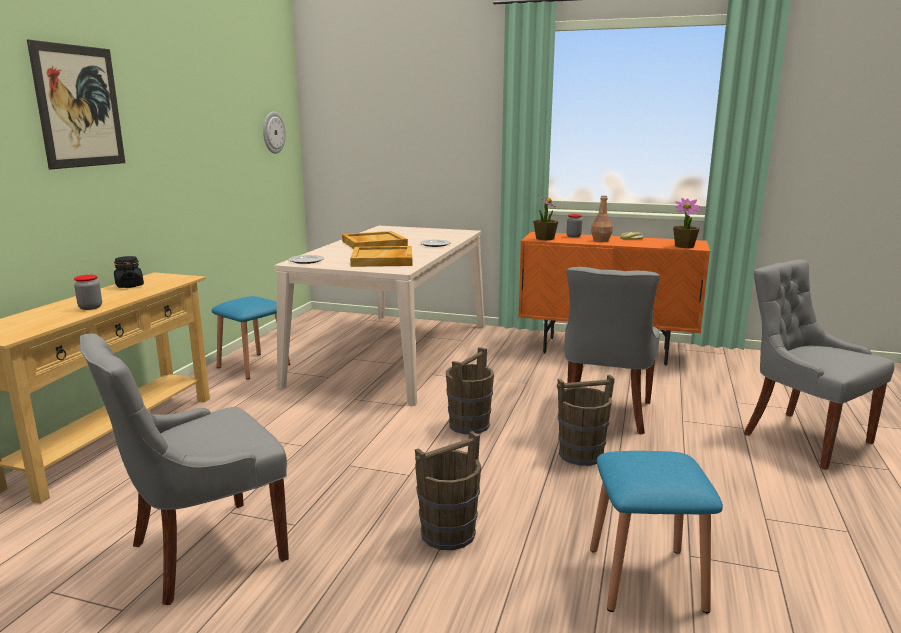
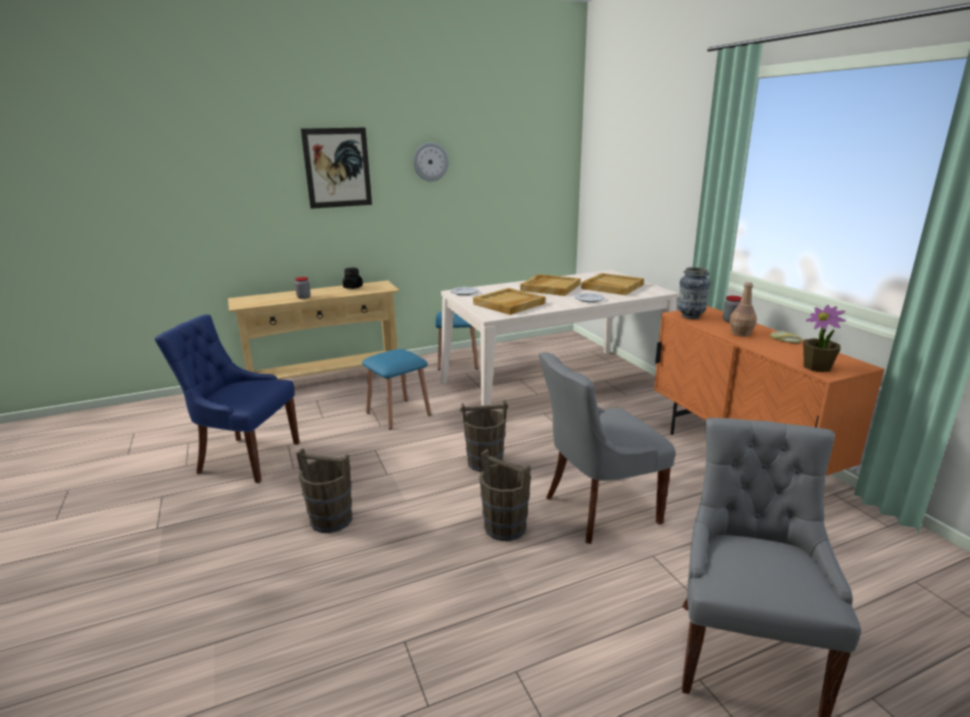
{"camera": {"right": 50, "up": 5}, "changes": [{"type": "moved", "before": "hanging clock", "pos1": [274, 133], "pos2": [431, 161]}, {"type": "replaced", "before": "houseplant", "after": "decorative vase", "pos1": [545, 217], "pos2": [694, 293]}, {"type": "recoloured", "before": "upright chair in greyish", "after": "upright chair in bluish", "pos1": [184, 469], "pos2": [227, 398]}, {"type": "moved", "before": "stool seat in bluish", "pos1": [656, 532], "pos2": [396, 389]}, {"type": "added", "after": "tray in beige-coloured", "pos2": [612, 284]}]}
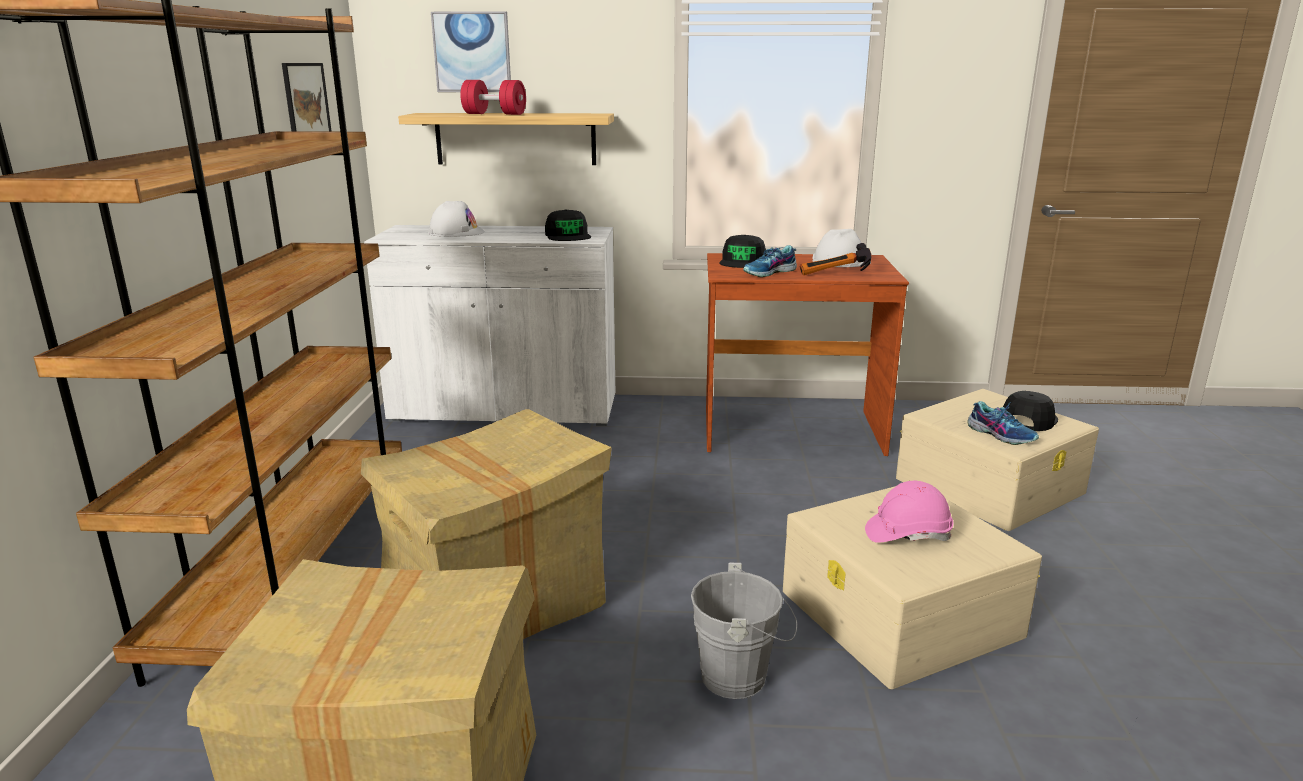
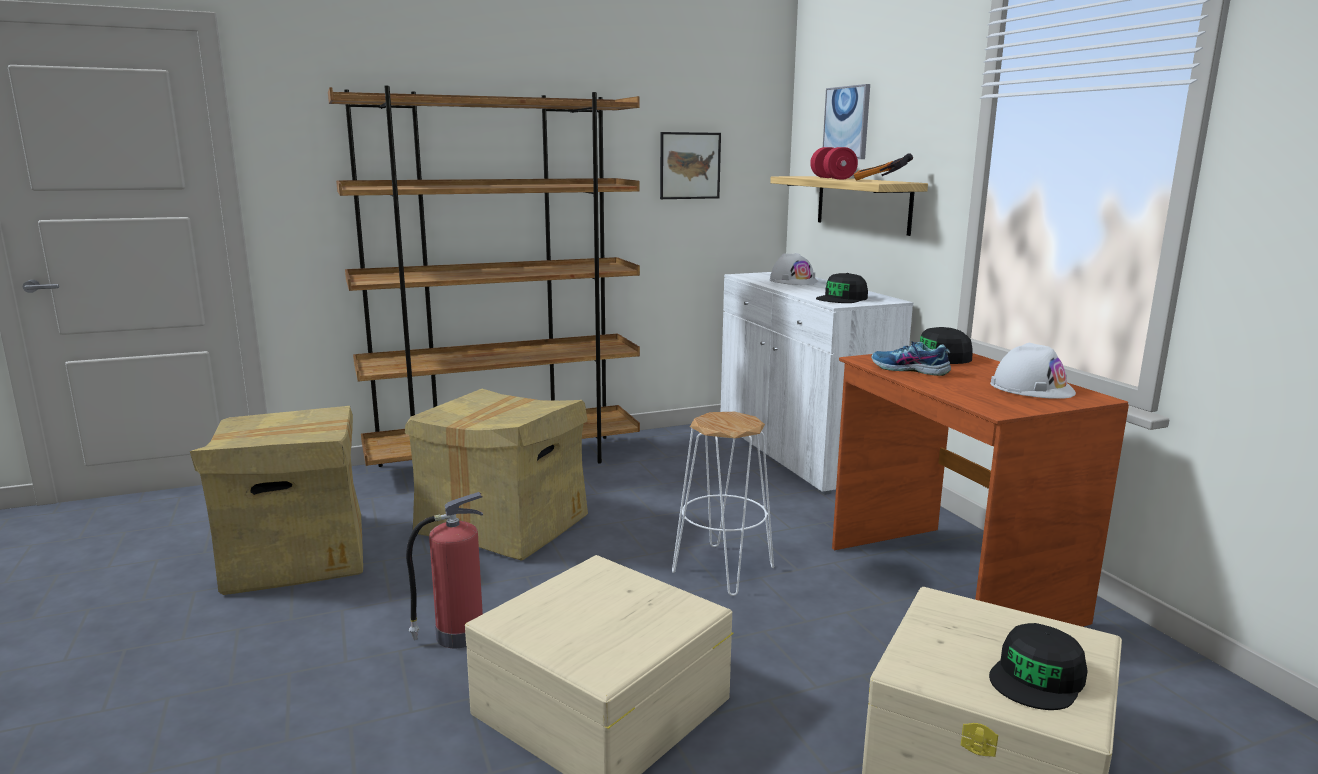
{"camera": {"right": 65, "up": -5}, "changes": [{"type": "moved", "before": "tool hammer", "pos1": [835, 259], "pos2": [883, 167]}, {"type": "turned", "before": "baseball cap in blackish", "pos1": [1030, 411], "pos2": [1038, 666], "turn": 120}, {"type": "removed", "before": "shoe", "pos1": [1003, 423]}, {"type": "removed", "before": "safety helmet in pink-coloured", "pos1": [909, 512]}, {"type": "replaced", "before": "pail in greyish", "after": "fire extinguisher", "pos1": [744, 631], "pos2": [444, 570]}, {"type": "added", "after": "stool seat in white-coloured", "pos2": [723, 504]}]}
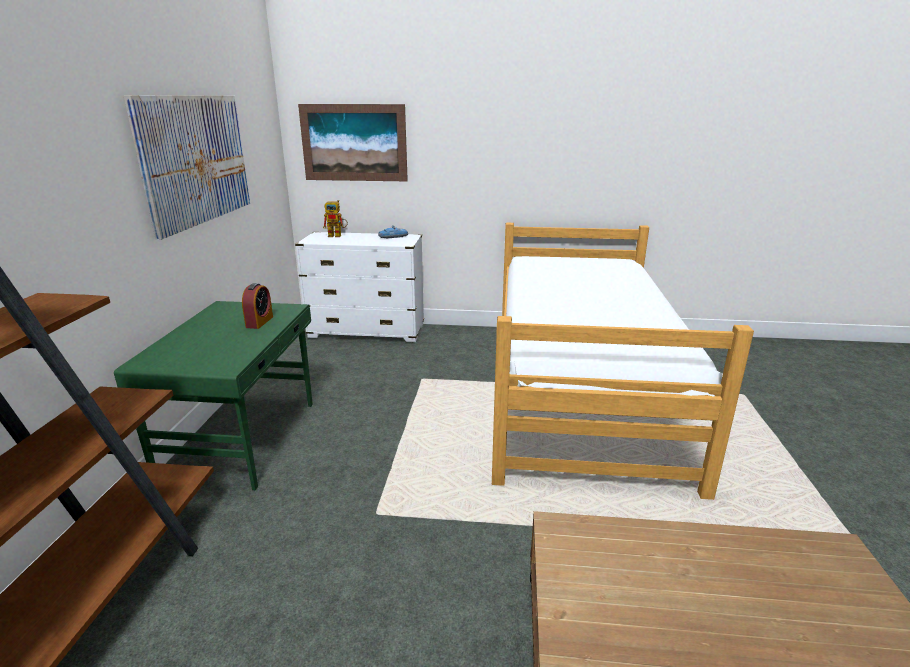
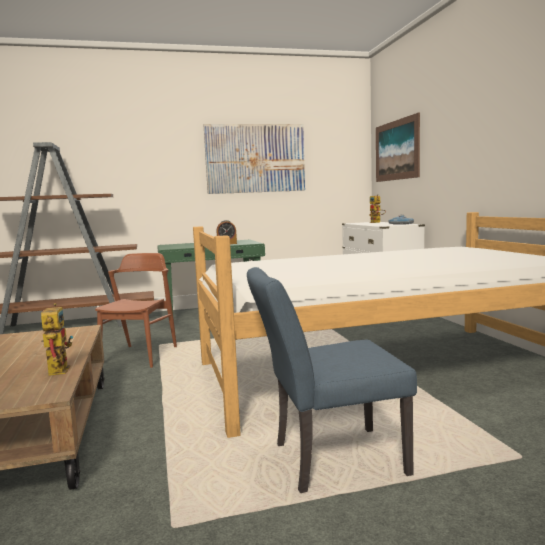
{"camera": {"right": 70, "up": -15}, "changes": [{"type": "added", "after": "upright chair in brown-coloured", "pos2": [136, 310]}, {"type": "added", "after": "upright chair in bluish", "pos2": [332, 380]}, {"type": "added", "after": "robot figure", "pos2": [57, 339]}]}
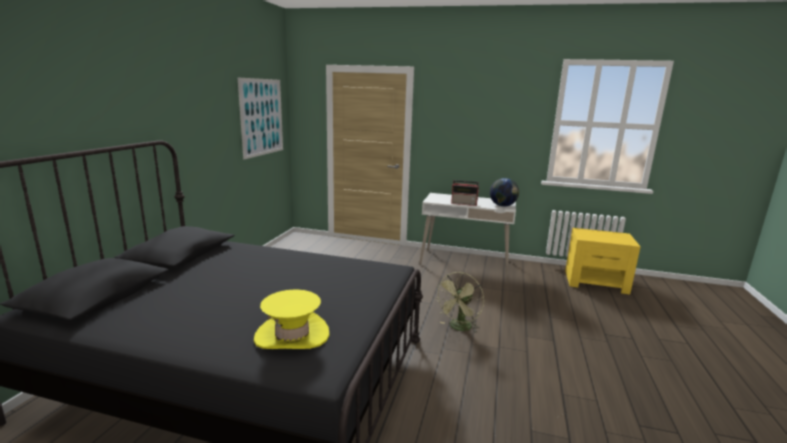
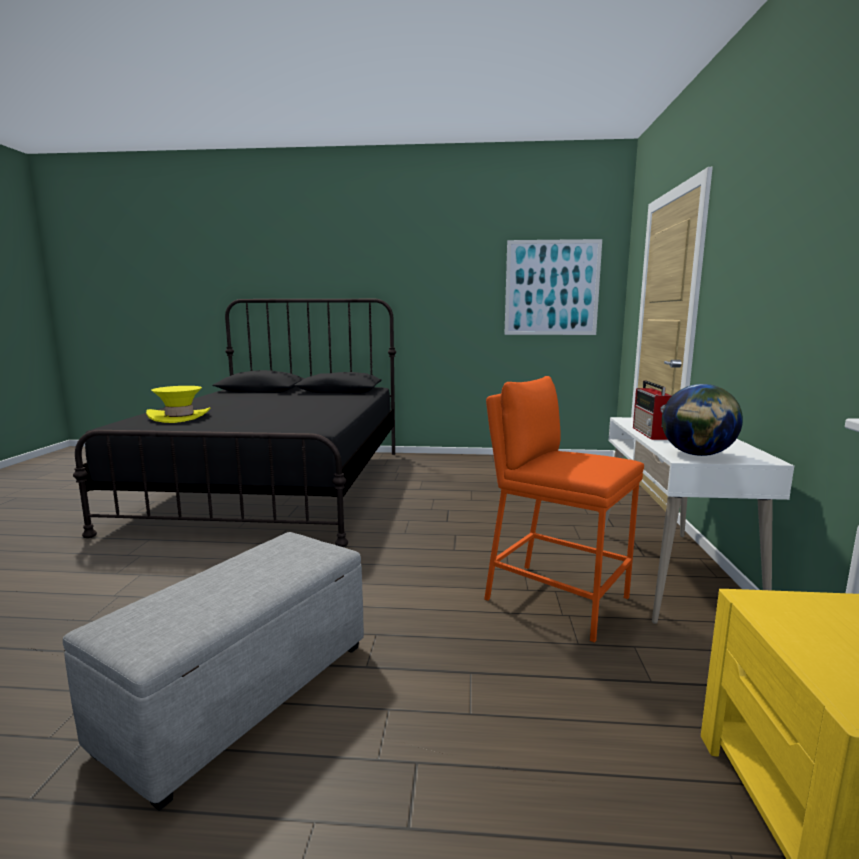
{"camera": {"right": 80, "up": -5}, "changes": [{"type": "removed", "before": "electric fan in green-coloured", "pos1": [459, 302]}, {"type": "added", "after": "stool seat in orange", "pos2": [564, 509]}, {"type": "added", "after": "ottoman in greyish", "pos2": [213, 671]}]}
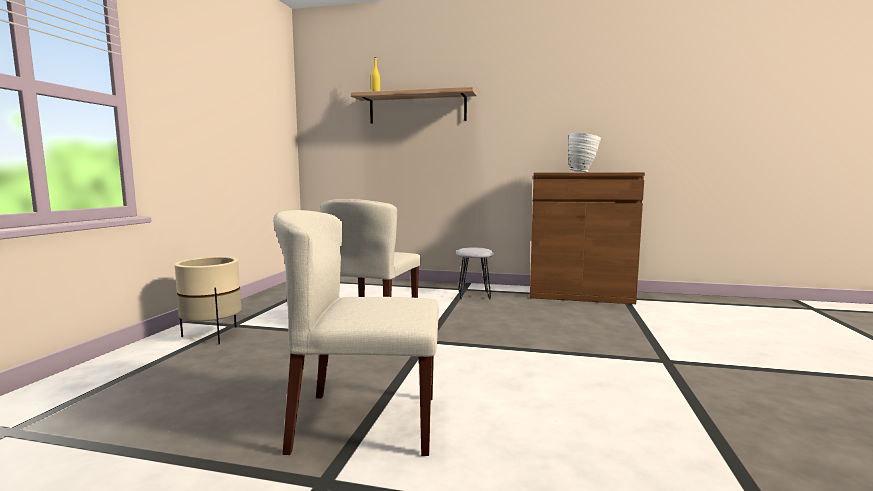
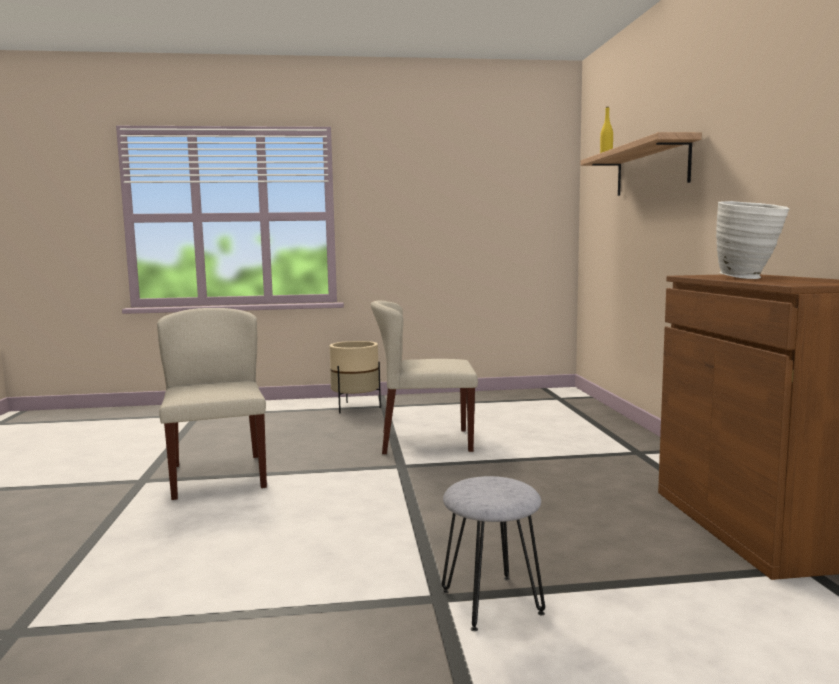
{"camera": {"right": 70, "up": 0}, "changes": [{"type": "moved", "before": "stool seat in greyish", "pos1": [475, 273], "pos2": [493, 553]}]}
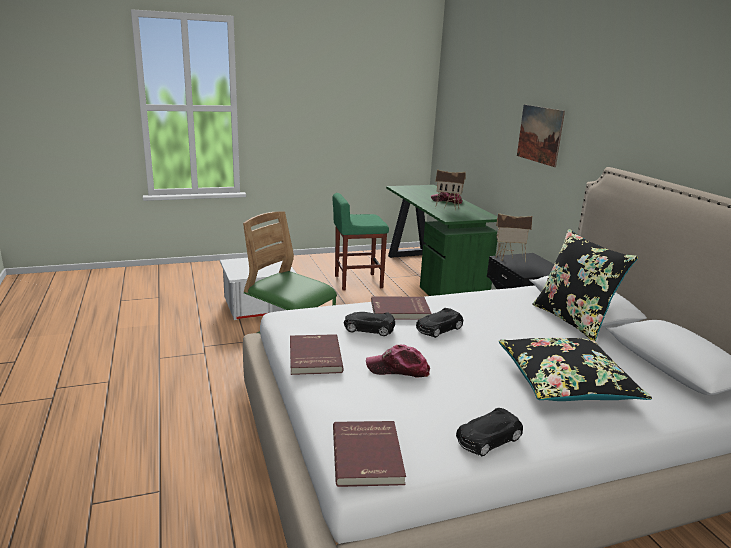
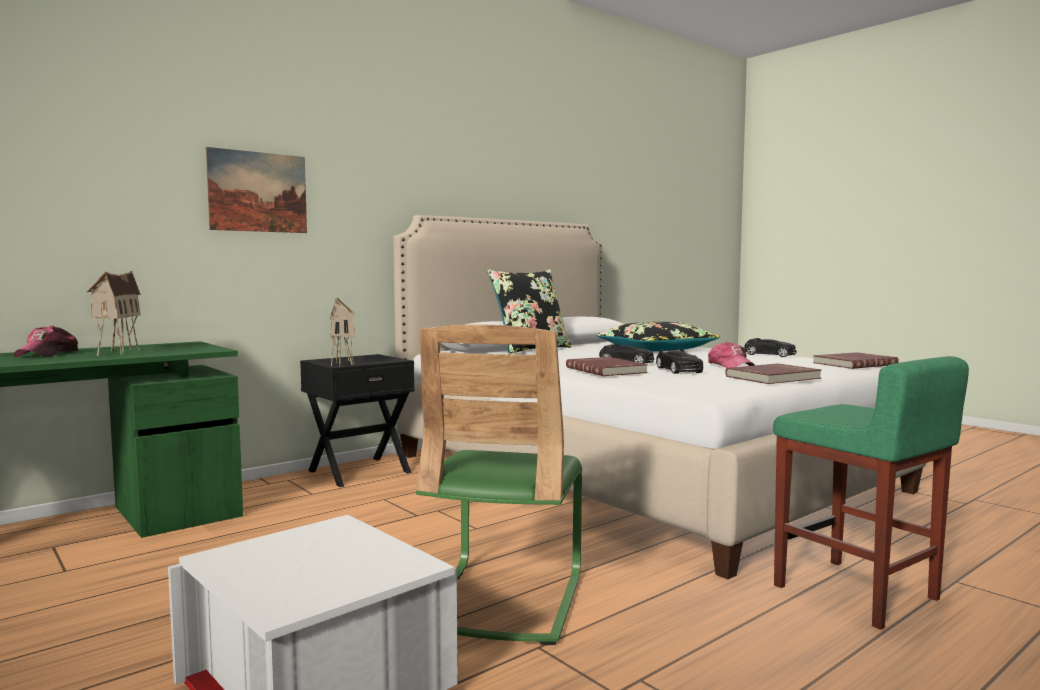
{"camera": {"right": -110, "up": -15}, "changes": [{"type": "moved", "before": "stool seat in green-coloured", "pos1": [361, 241], "pos2": [871, 493]}]}
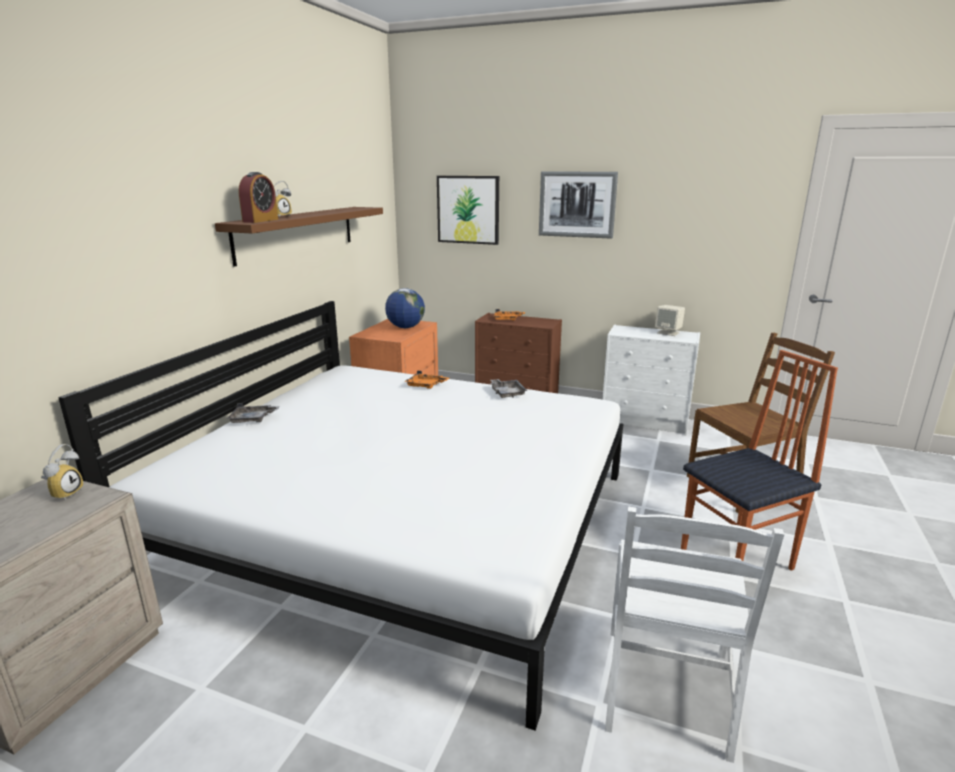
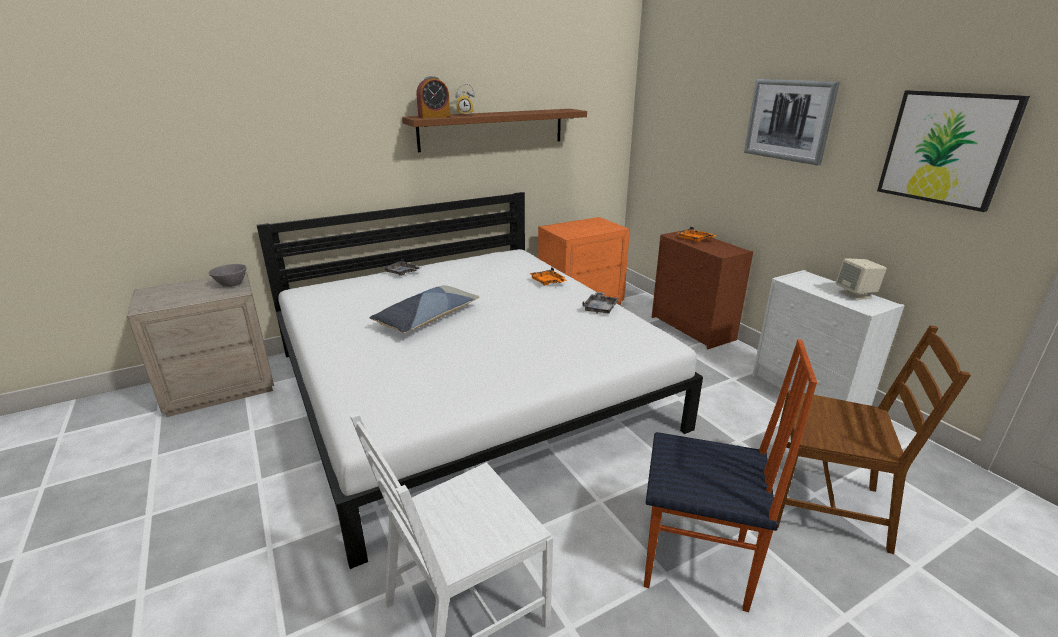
{"camera": {"right": 40, "up": 5}, "changes": [{"type": "moved", "before": "wall art", "pos1": [468, 210], "pos2": [953, 151]}, {"type": "removed", "before": "desk globe", "pos1": [405, 308]}, {"type": "replaced", "before": "bedside clock", "after": "serving bowl in greyish", "pos1": [62, 472], "pos2": [228, 275]}, {"type": "added", "after": "cushion", "pos2": [424, 309]}]}
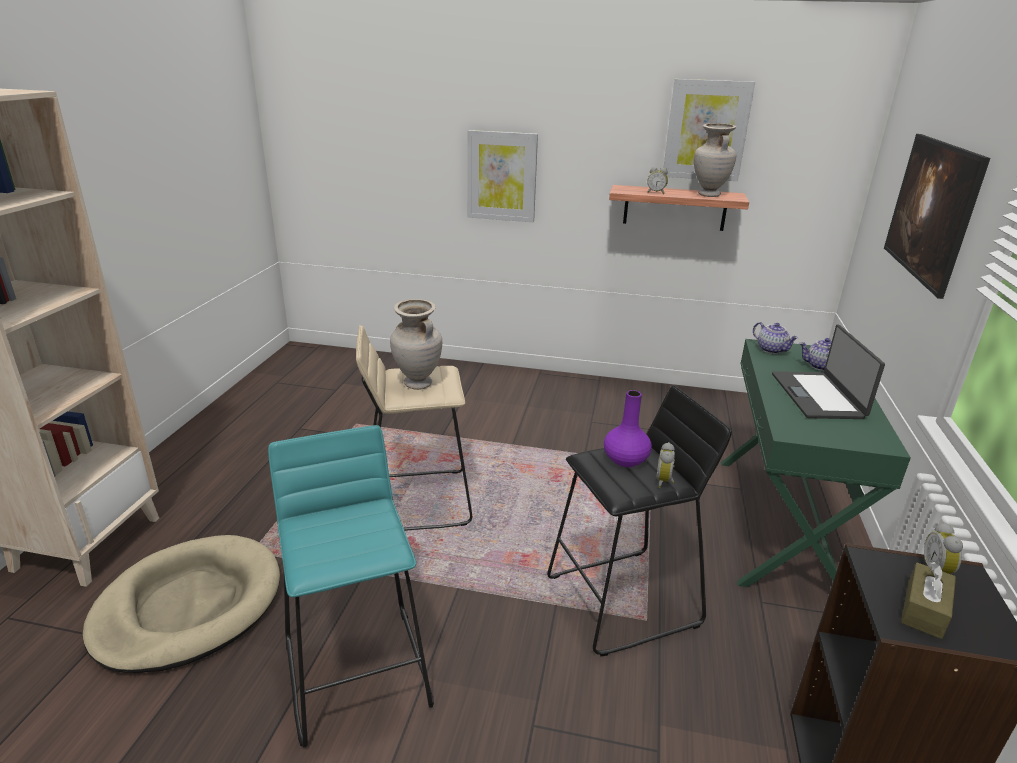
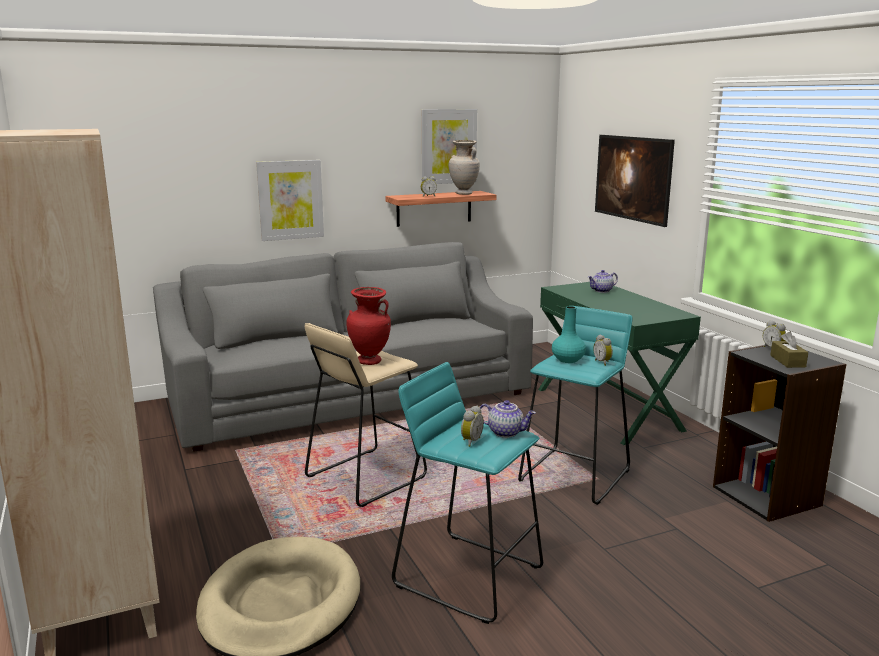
{"camera": {"right": -35, "up": -10}, "changes": [{"type": "recoloured", "before": "decorative vase in beige-coloured", "after": "decorative vase in reddish", "pos1": [416, 344], "pos2": [368, 326]}, {"type": "moved", "before": "teapot", "pos1": [775, 338], "pos2": [508, 419]}, {"type": "removed", "before": "laptop", "pos1": [828, 371]}, {"type": "recoloured", "before": "stool seat in blackish", "after": "stool seat in turquoise", "pos1": [639, 521], "pos2": [575, 405]}, {"type": "recoloured", "before": "decorative vase in purple-coloured", "after": "decorative vase in turquoise", "pos1": [628, 428], "pos2": [569, 334]}, {"type": "added", "after": "sofa in greyish", "pos2": [343, 347]}, {"type": "added", "after": "bedside clock", "pos2": [472, 426]}]}
